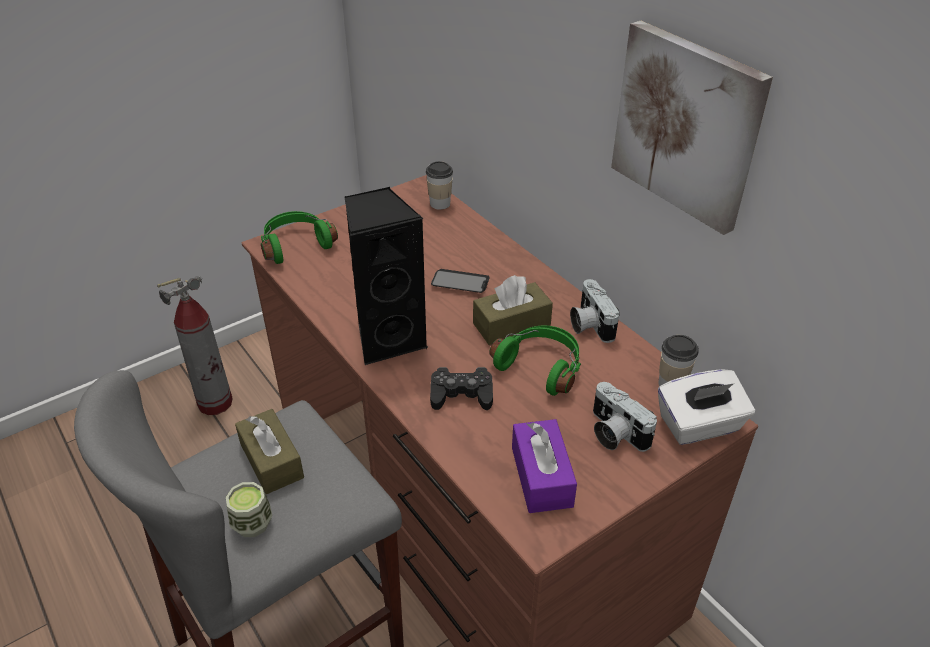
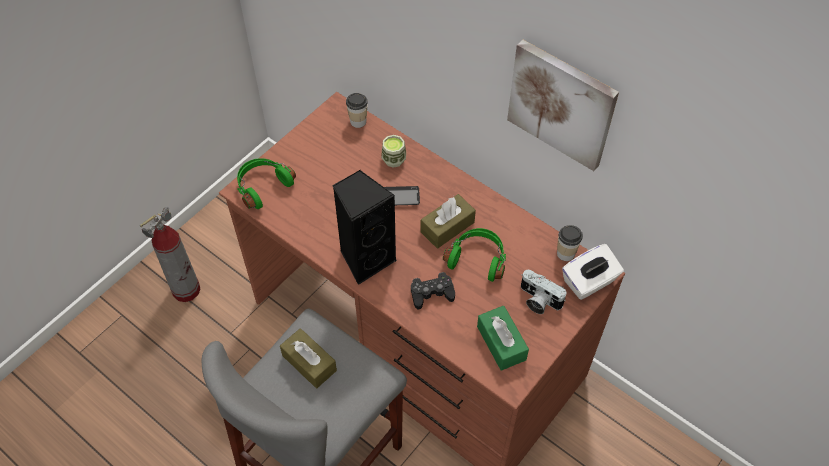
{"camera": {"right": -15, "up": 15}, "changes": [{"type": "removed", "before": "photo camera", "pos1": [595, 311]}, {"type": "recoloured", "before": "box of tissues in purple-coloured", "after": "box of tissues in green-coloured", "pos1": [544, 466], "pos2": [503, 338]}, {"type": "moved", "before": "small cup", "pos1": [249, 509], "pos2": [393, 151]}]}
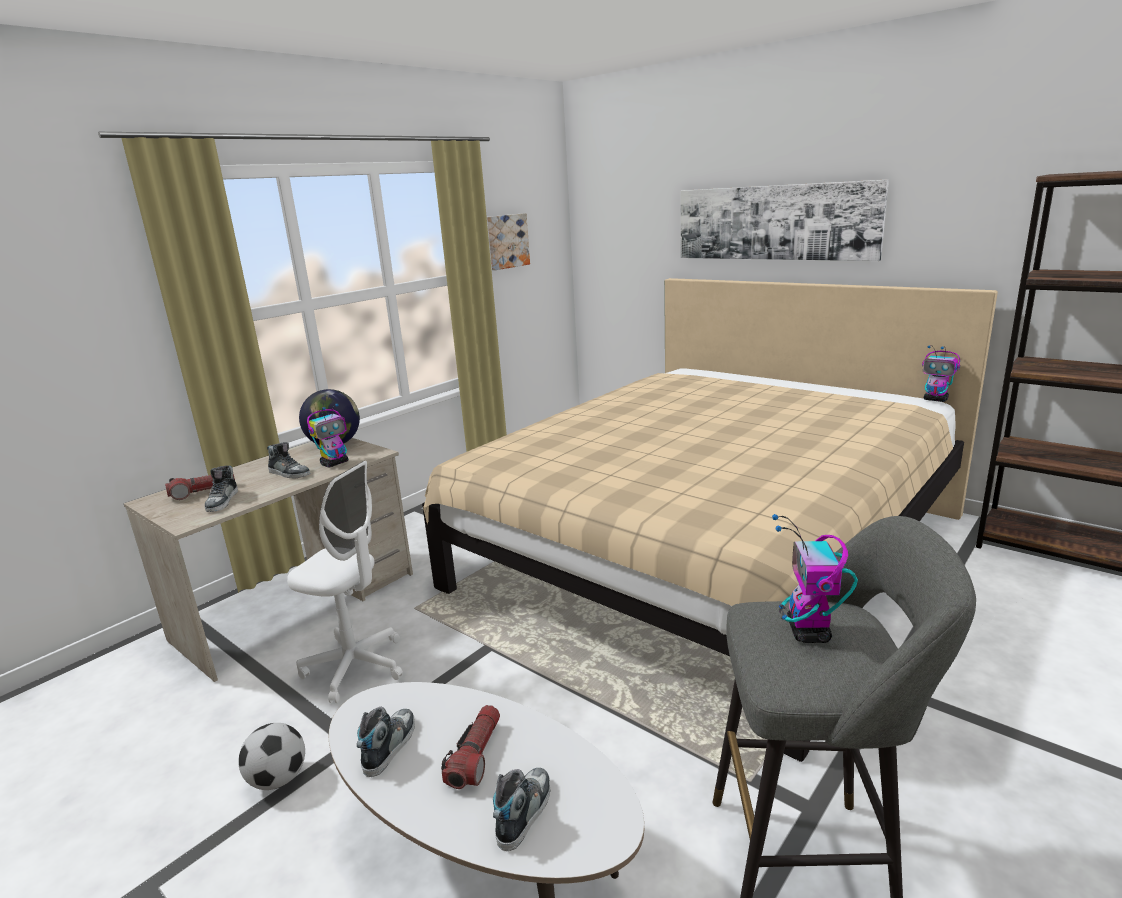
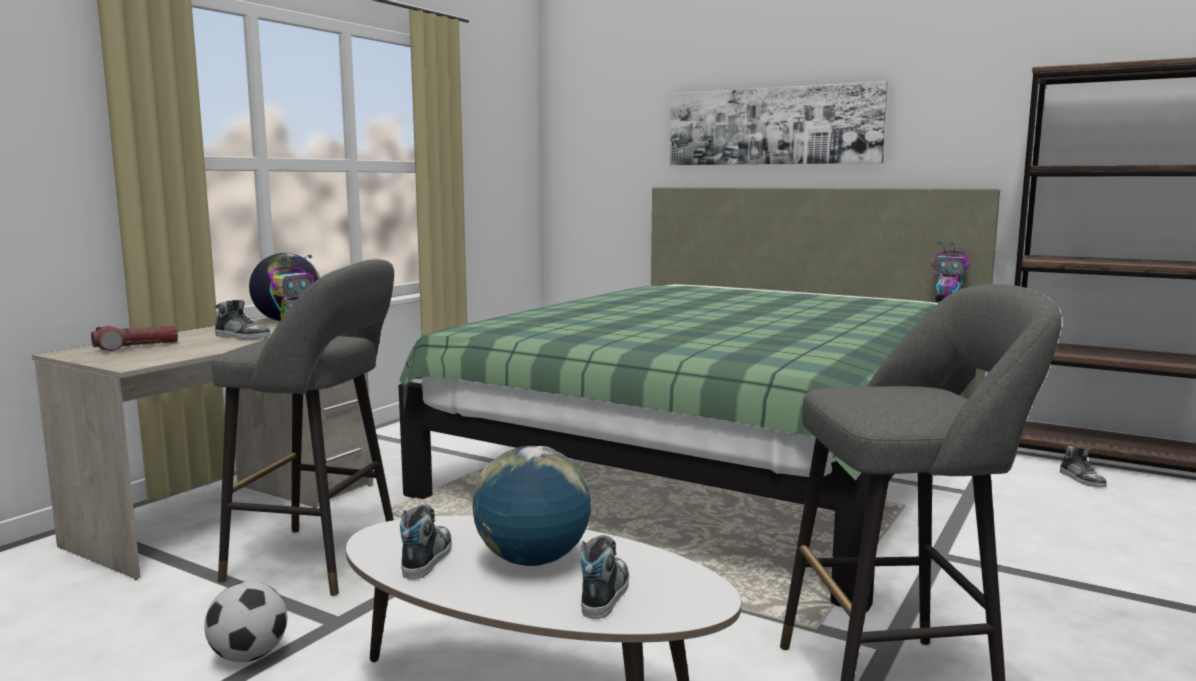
{"camera": {"right": -10, "up": -10}, "changes": [{"type": "removed", "before": "wall art", "pos1": [508, 241]}, {"type": "recoloured", "before": "sleeping bed in beige-coloured", "after": "sleeping bed in green-coloured", "pos1": [710, 520], "pos2": [699, 399]}, {"type": "replaced", "before": "computer chair in white-coloured", "after": "stool seat in greyish", "pos1": [345, 582], "pos2": [303, 427]}, {"type": "moved", "before": "shoe", "pos1": [221, 488], "pos2": [1083, 466]}, {"type": "removed", "before": "robot figure", "pos1": [815, 578]}, {"type": "replaced", "before": "torch", "after": "desk globe", "pos1": [470, 747], "pos2": [532, 506]}]}
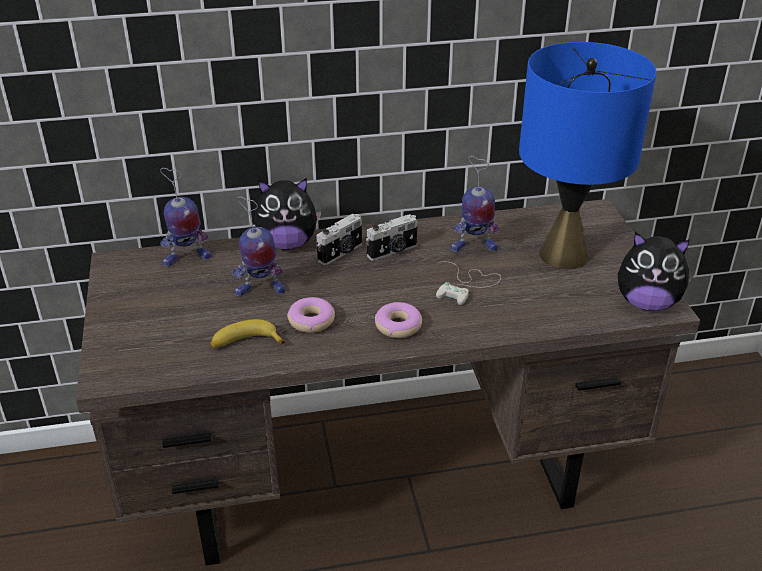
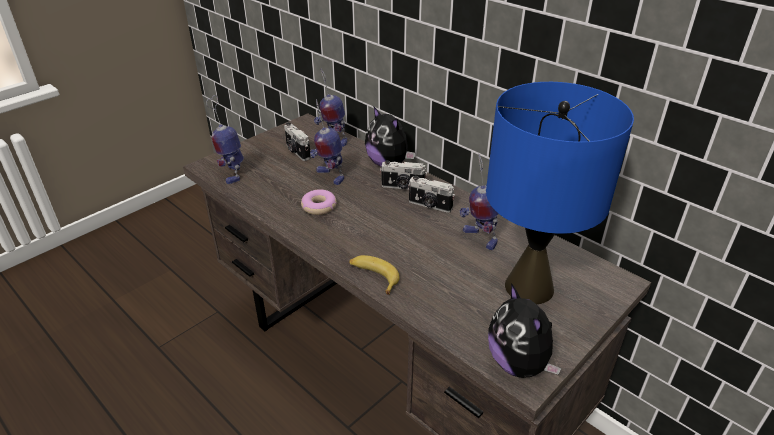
{"camera": {"right": 55, "up": 0}, "changes": [{"type": "removed", "before": "gamepad in white-coloured", "pos1": [468, 283]}, {"type": "removed", "before": "ring doughnut", "pos1": [398, 320]}, {"type": "moved", "before": "banana fruit", "pos1": [247, 333], "pos2": [374, 275]}, {"type": "added", "after": "robot figure", "pos2": [225, 139]}, {"type": "added", "after": "photo camera", "pos2": [297, 141]}]}
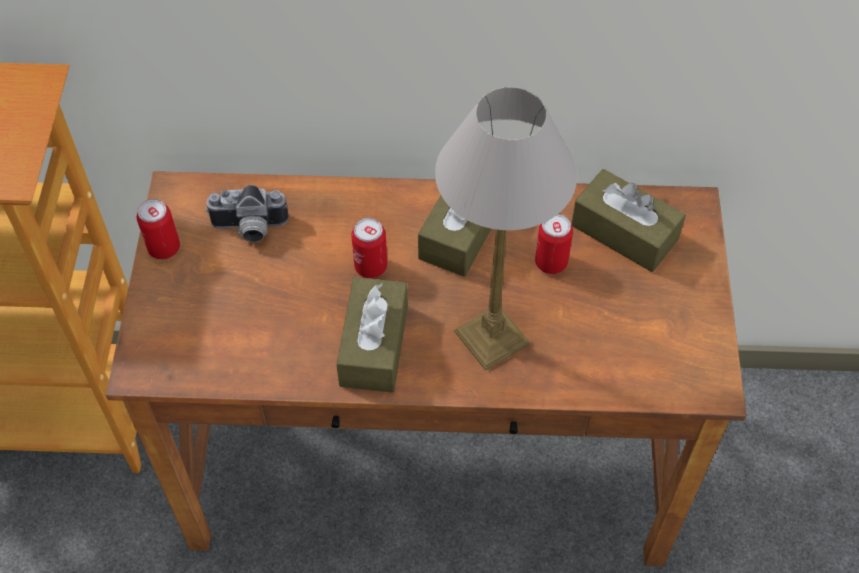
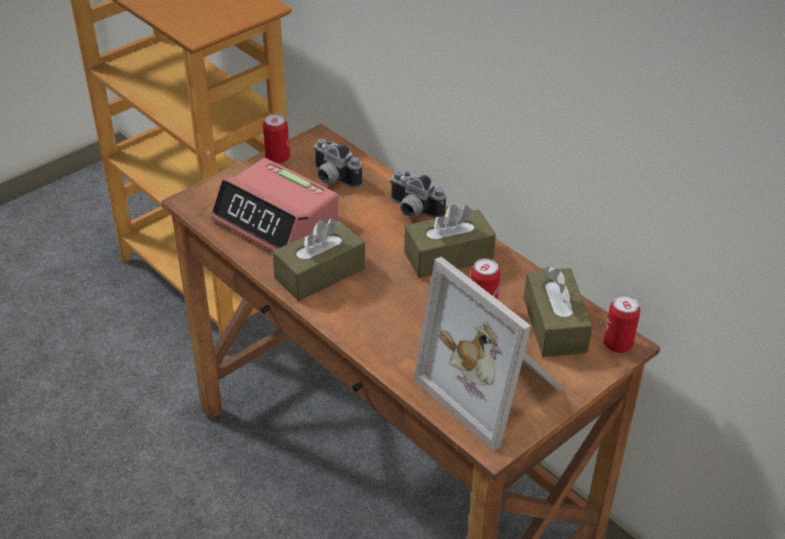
{"camera": {"right": 45, "up": -15}, "changes": [{"type": "removed", "before": "lamp for a table", "pos1": [506, 229]}, {"type": "moved", "before": "can", "pos1": [369, 248], "pos2": [622, 324]}, {"type": "added", "after": "bedside clock", "pos2": [274, 205]}, {"type": "added", "after": "photo camera", "pos2": [417, 194]}, {"type": "added", "after": "picture frame", "pos2": [489, 353]}]}
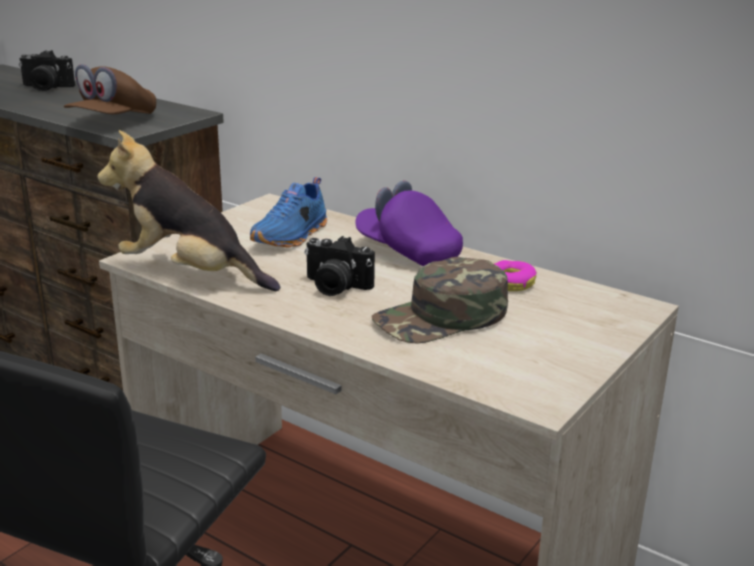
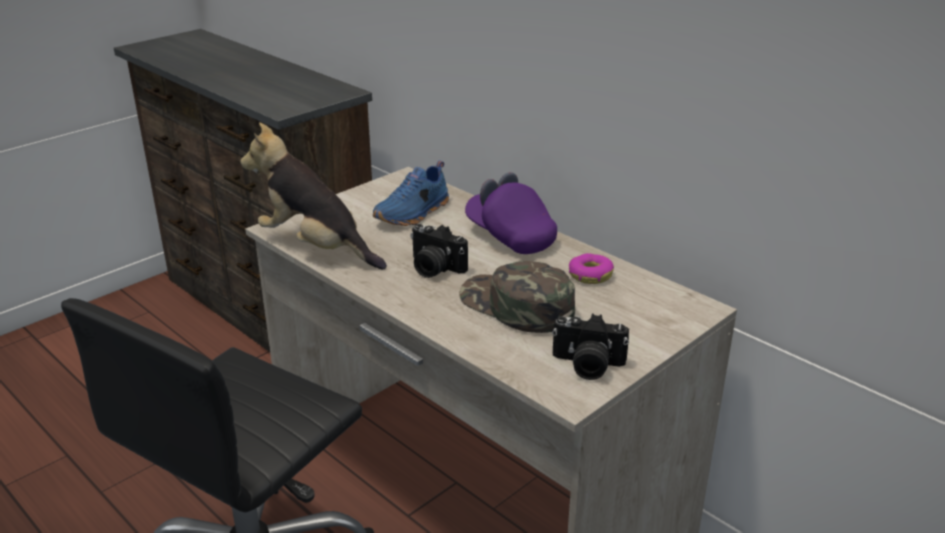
{"camera": {"right": 10, "up": 5}, "changes": [{"type": "moved", "before": "photo camera", "pos1": [47, 70], "pos2": [590, 347]}, {"type": "removed", "before": "baseball cap in brown-coloured", "pos1": [110, 89]}, {"type": "turned", "before": "baseball cap in green-coloured", "pos1": [440, 300], "pos2": [517, 297], "turn": 60}]}
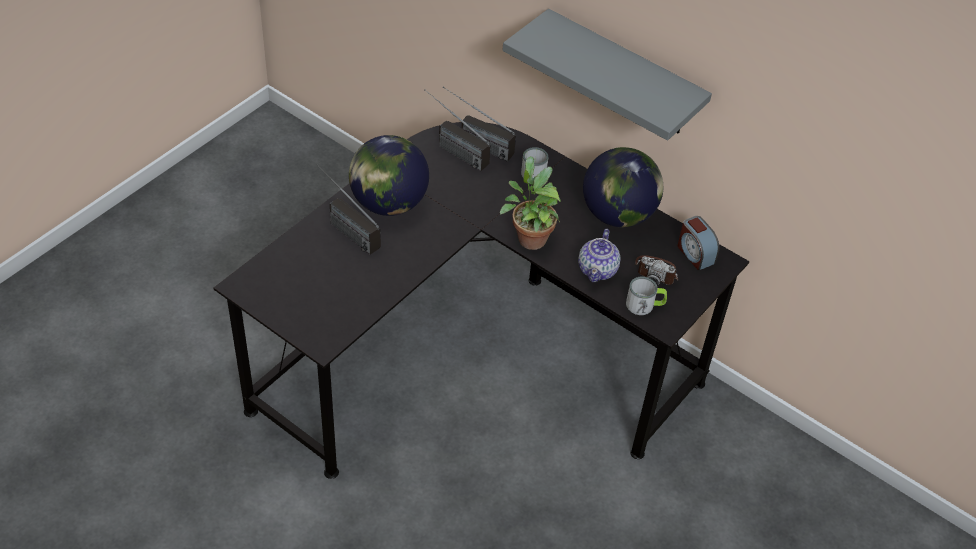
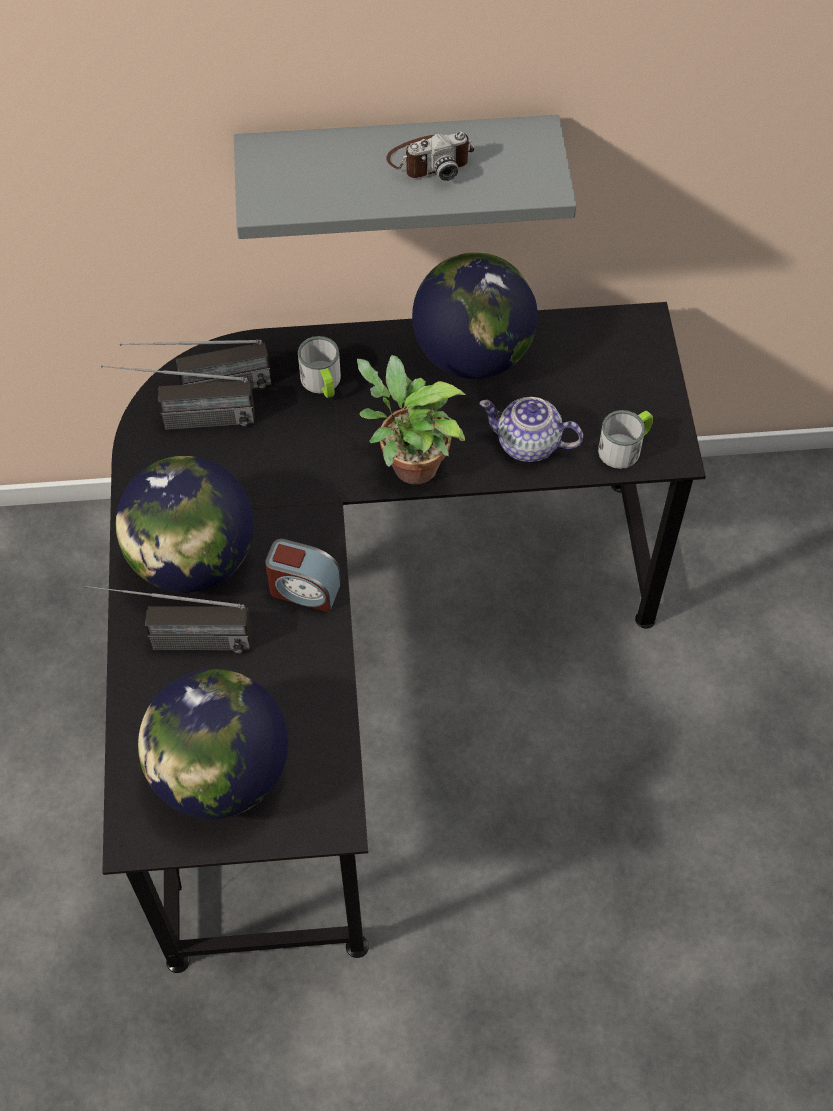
{"camera": {"right": -40, "up": 10}, "changes": [{"type": "moved", "before": "bedside clock", "pos1": [698, 243], "pos2": [303, 575]}, {"type": "turned", "before": "teapot", "pos1": [599, 255], "pos2": [531, 429], "turn": 135}, {"type": "moved", "before": "photo camera", "pos1": [656, 270], "pos2": [430, 156]}, {"type": "added", "after": "desk globe", "pos2": [213, 744]}]}
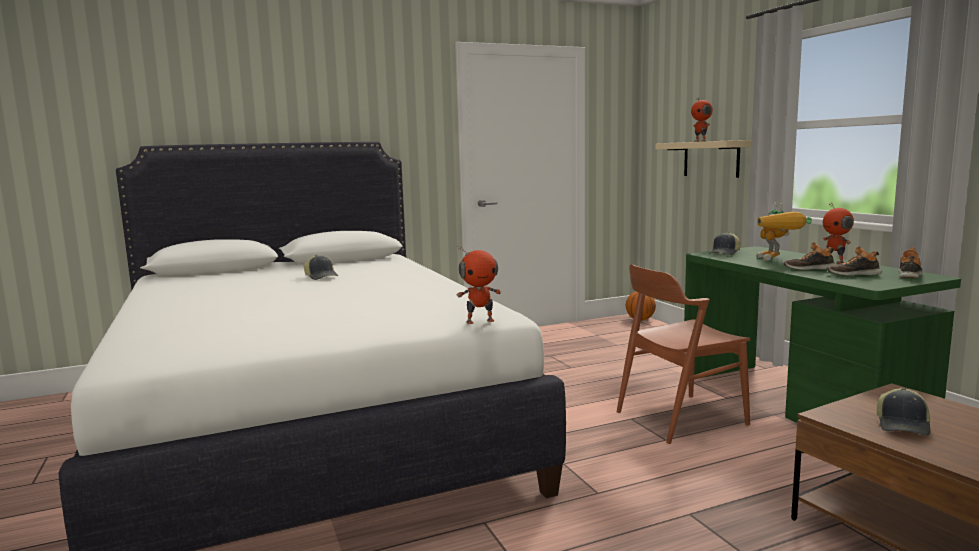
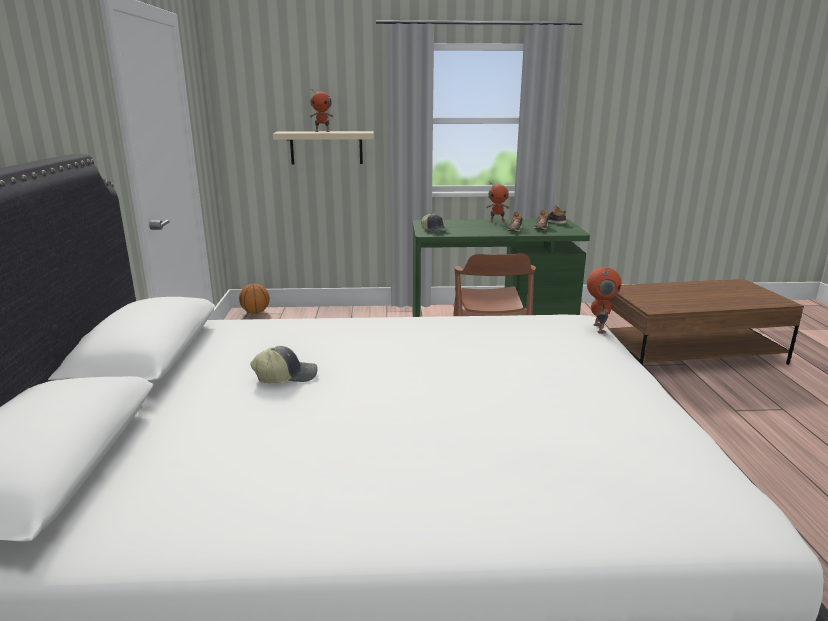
{"camera": {"right": -70, "up": 10}, "changes": [{"type": "removed", "before": "robot figure", "pos1": [784, 231]}, {"type": "removed", "before": "baseball cap", "pos1": [903, 412]}]}
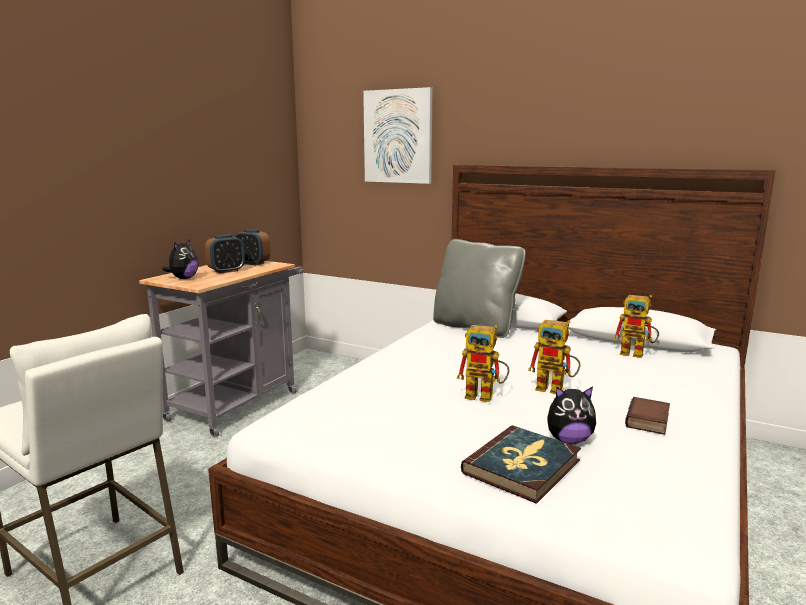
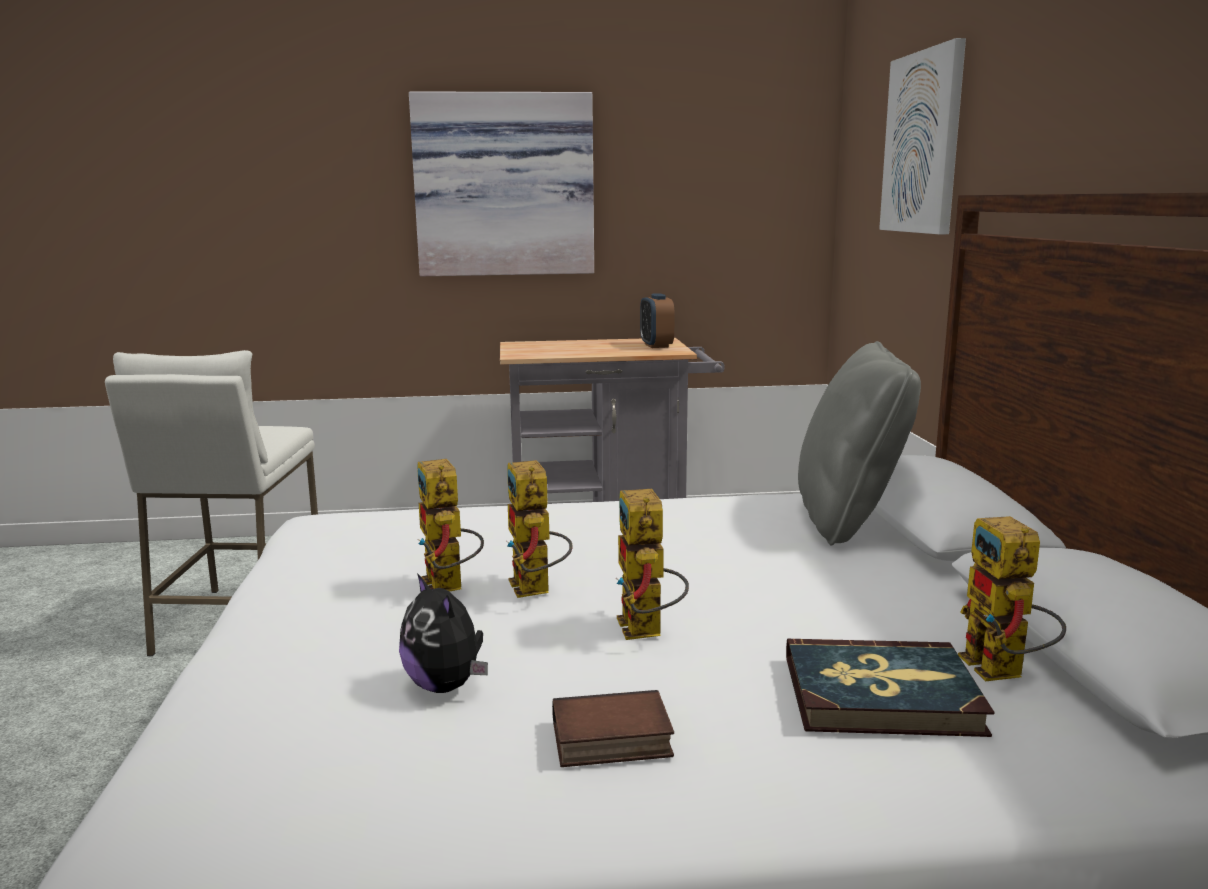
{"camera": {"right": 55, "up": 0}, "changes": [{"type": "removed", "before": "bedside clock", "pos1": [225, 254]}, {"type": "removed", "before": "soft toy", "pos1": [180, 259]}, {"type": "moved", "before": "volume", "pos1": [521, 465], "pos2": [890, 688]}, {"type": "added", "after": "wall art", "pos2": [501, 183]}, {"type": "added", "after": "robot figure", "pos2": [450, 525]}]}
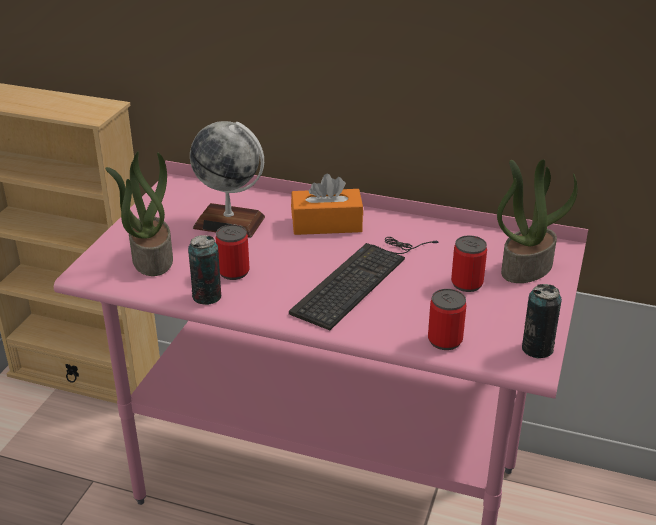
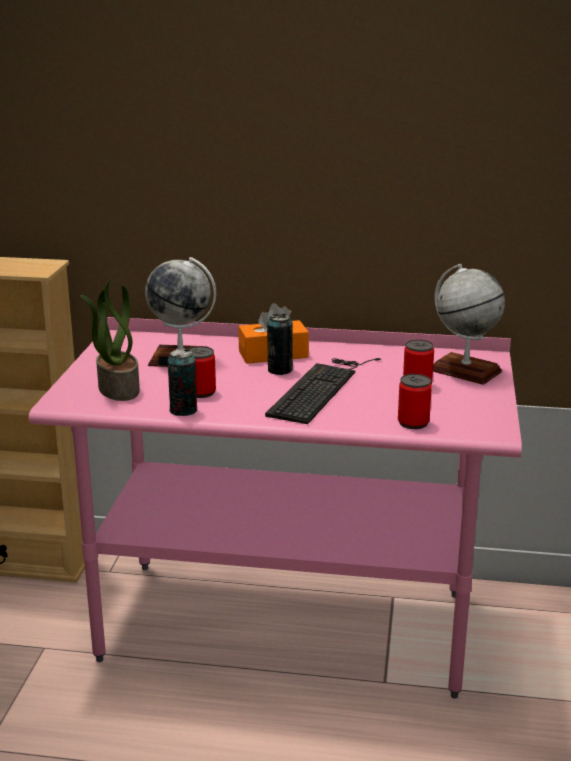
{"camera": {"right": -10, "up": -10}, "changes": [{"type": "replaced", "before": "houseplant", "after": "desk globe", "pos1": [537, 221], "pos2": [469, 324]}, {"type": "moved", "before": "can", "pos1": [542, 321], "pos2": [280, 344]}]}
